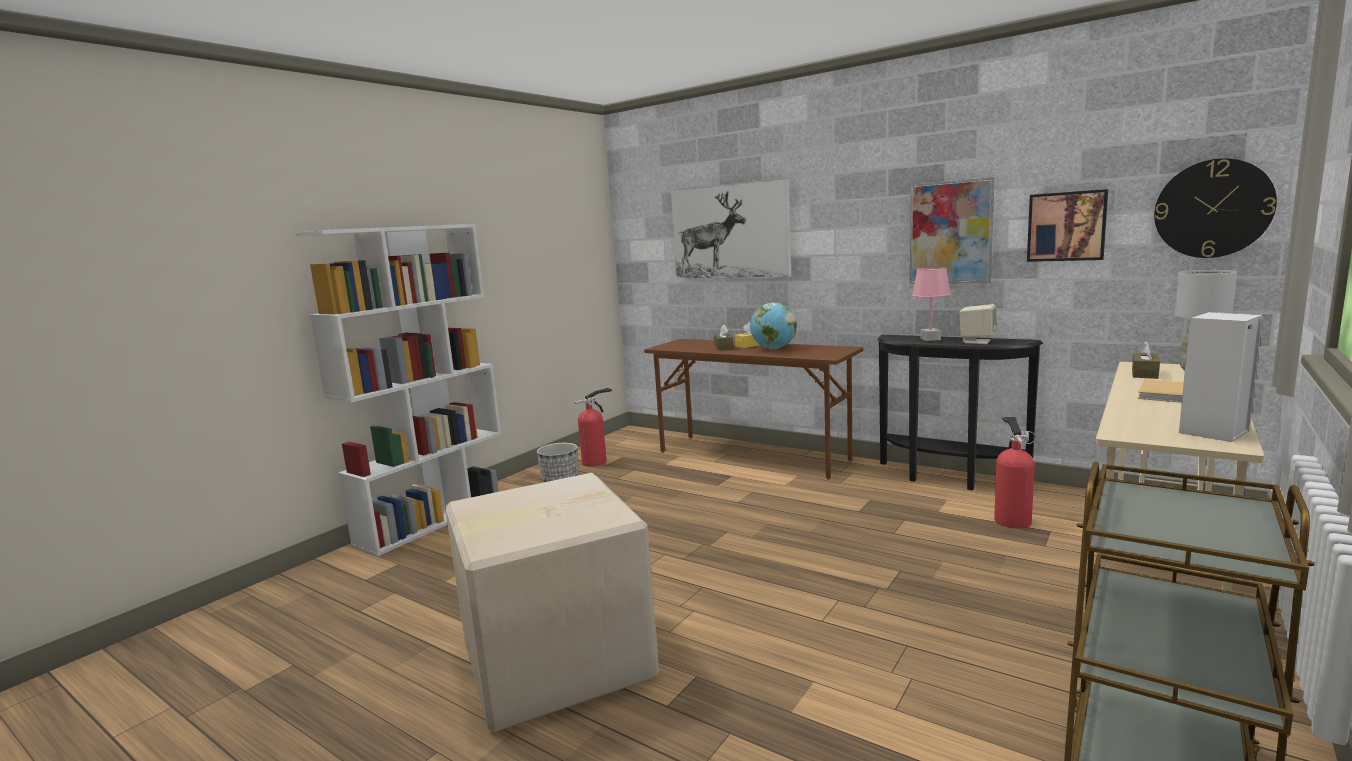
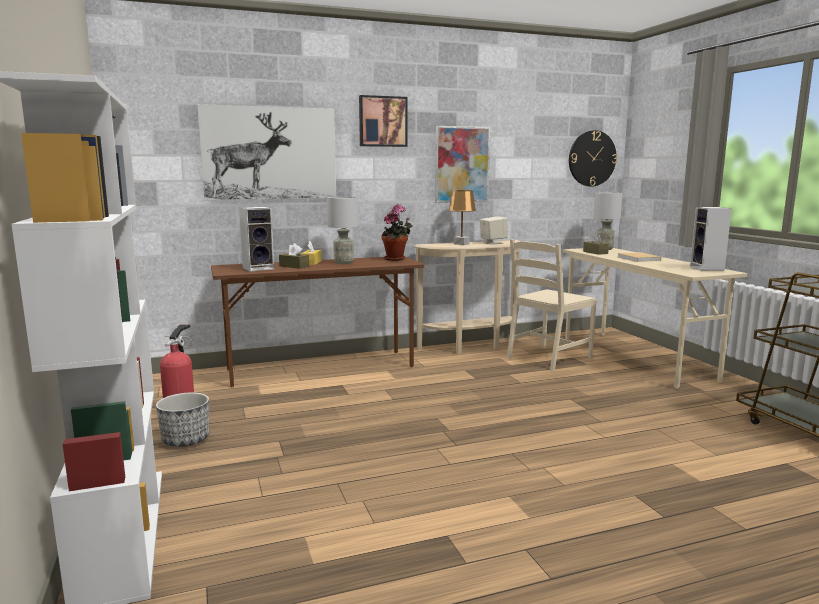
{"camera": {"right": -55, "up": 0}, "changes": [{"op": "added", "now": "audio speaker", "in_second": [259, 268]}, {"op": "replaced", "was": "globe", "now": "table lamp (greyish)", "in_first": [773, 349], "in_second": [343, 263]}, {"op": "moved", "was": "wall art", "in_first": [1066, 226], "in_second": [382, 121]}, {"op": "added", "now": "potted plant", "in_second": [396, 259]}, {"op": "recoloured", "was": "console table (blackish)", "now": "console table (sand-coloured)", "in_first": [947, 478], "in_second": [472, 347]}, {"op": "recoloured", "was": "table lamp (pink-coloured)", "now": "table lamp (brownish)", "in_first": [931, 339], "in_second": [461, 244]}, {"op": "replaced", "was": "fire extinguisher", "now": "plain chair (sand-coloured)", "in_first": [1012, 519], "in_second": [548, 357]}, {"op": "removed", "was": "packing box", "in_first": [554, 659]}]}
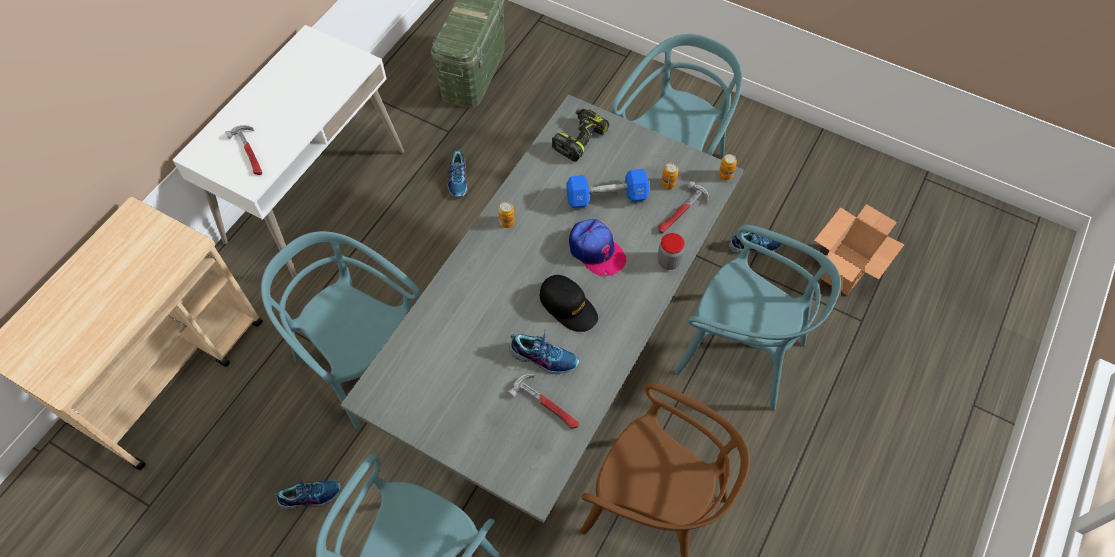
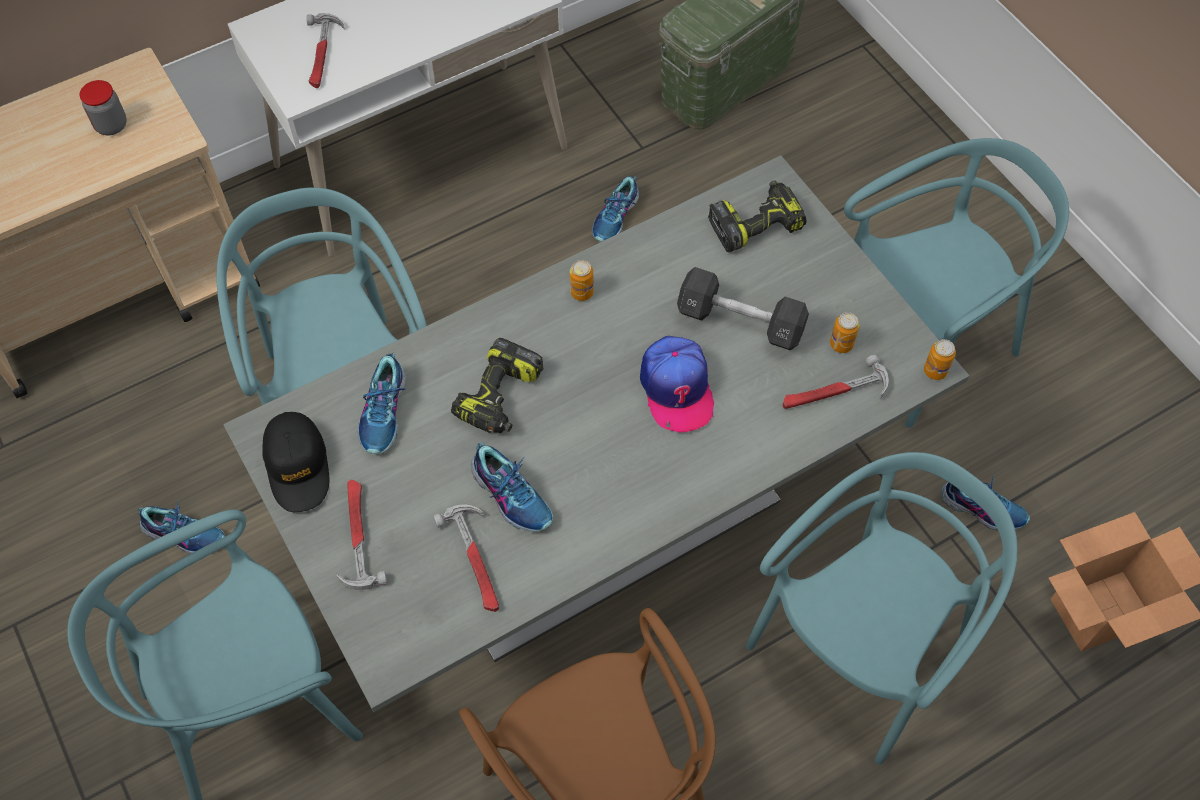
{"camera": {"right": 30, "up": 0}, "changes": [{"op": "moved", "was": "storage jar", "in_first": [668, 261], "in_second": [111, 125]}, {"op": "moved", "was": "baseball cap (blackish)", "in_first": [568, 306], "in_second": [298, 466]}, {"op": "added", "now": "hand hammer", "in_second": [357, 536]}, {"op": "added", "now": "item of footwear", "in_second": [385, 412]}, {"op": "added", "now": "drill", "in_second": [500, 398]}, {"op": "recoloured", "was": "dumbbell (blue)", "now": "dumbbell (blackish)", "in_first": [606, 197], "in_second": [740, 321]}, {"op": "turned", "was": "plain chair (blue-green)", "in_first": [740, 352], "in_second": [861, 649], "clockwise": -105}]}
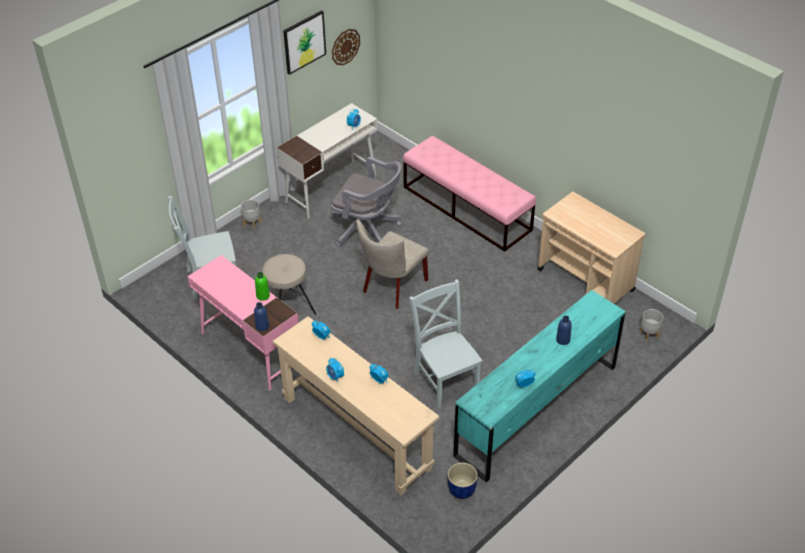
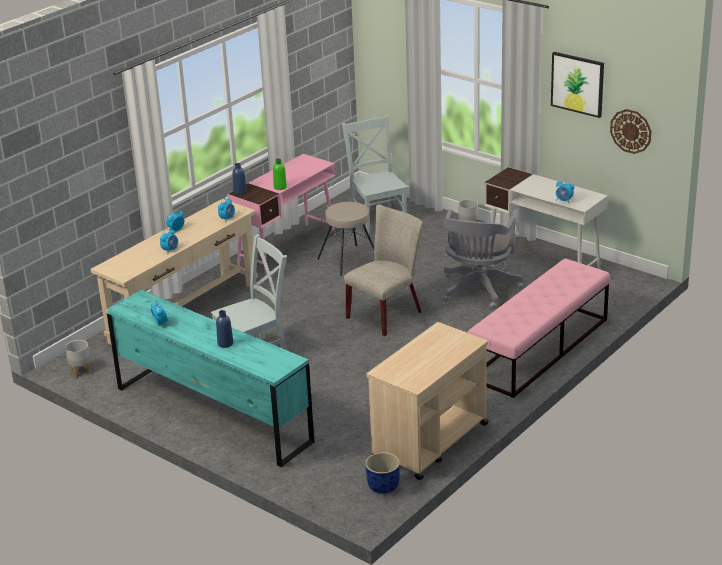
{"camera": {"right": 85, "up": -15}, "changes": [{"op": "moved", "was": "planter (greyish)", "in_first": [648, 334], "in_second": [81, 371]}, {"op": "turned", "was": "plain chair (sand-coloured)", "in_first": [392, 288], "in_second": [388, 313], "clockwise": 105}, {"op": "moved", "was": "planter (blue)", "in_first": [462, 489], "in_second": [383, 486]}]}
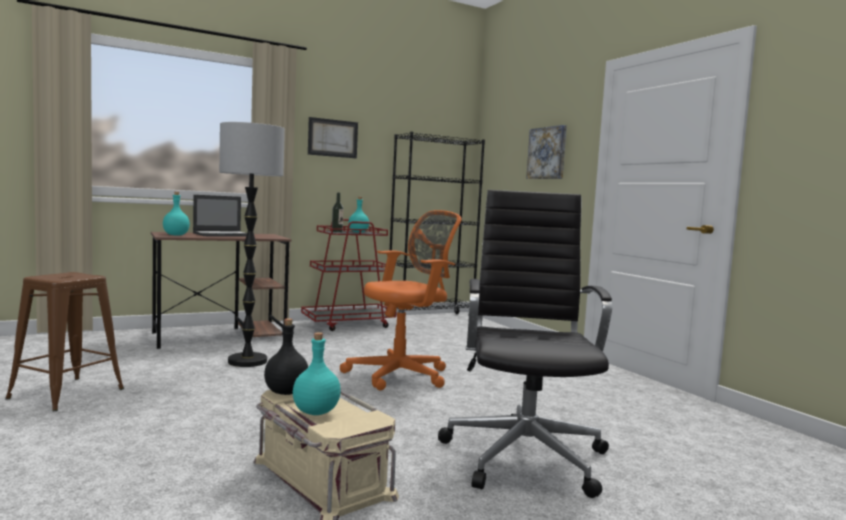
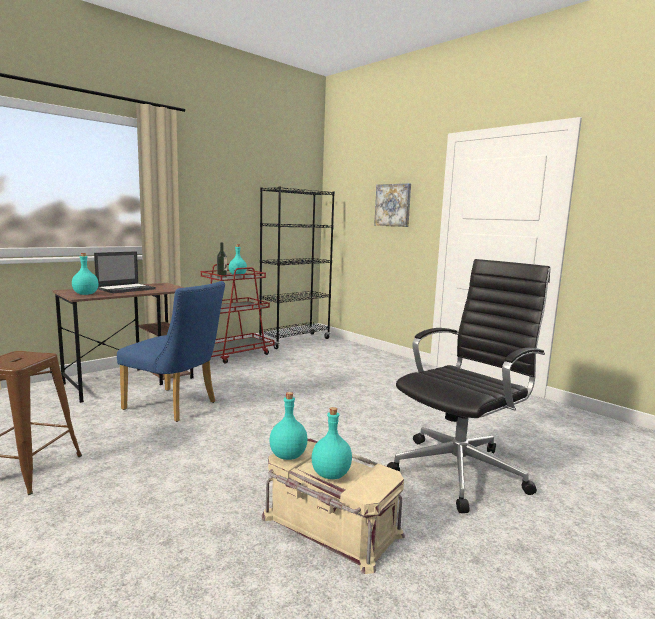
{"camera": {"right": -15, "up": 5}, "changes": [{"op": "replaced", "was": "standard lamp", "now": "plain chair (blue)", "in_first": [247, 361], "in_second": [176, 406]}, {"op": "recoloured", "was": "bottle (blackish)", "now": "bottle (blue-green)", "in_first": [286, 392], "in_second": [288, 455]}, {"op": "turned", "was": "office chair (blackish)", "in_first": [525, 455], "in_second": [461, 470], "clockwise": 60}, {"op": "removed", "was": "wall art", "in_first": [332, 138]}, {"op": "removed", "was": "office chair (orange-coloured)", "in_first": [402, 375]}]}
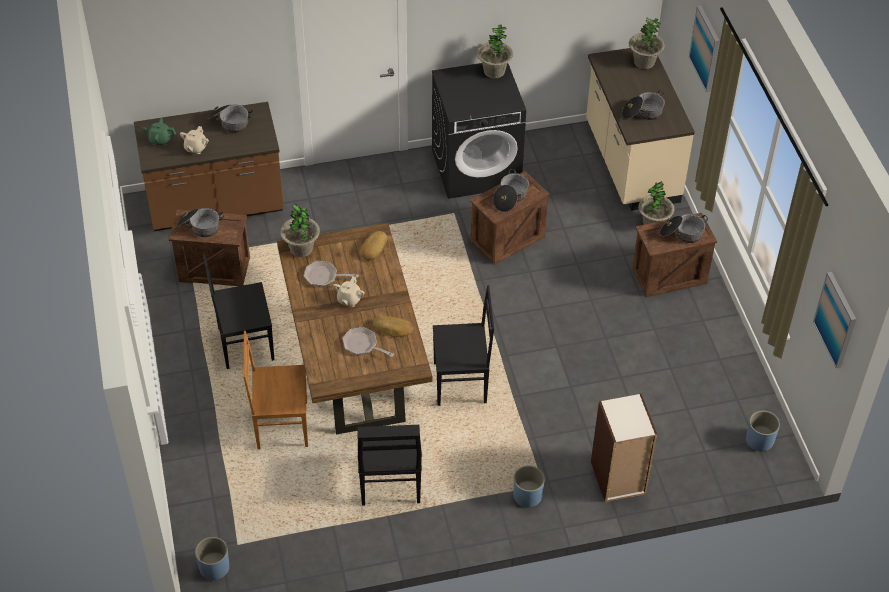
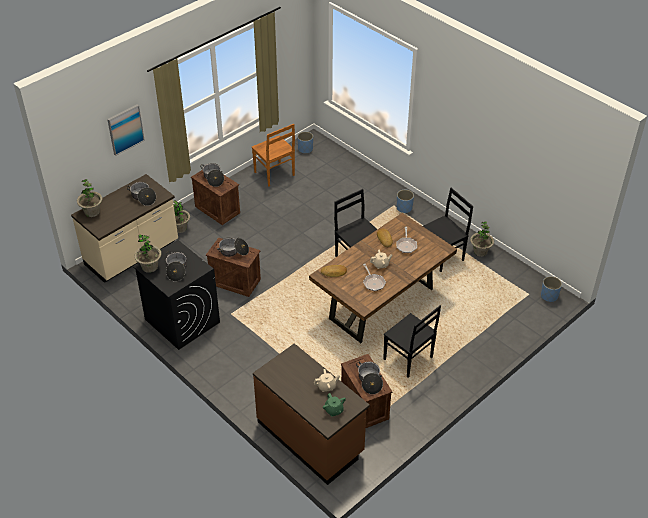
{"camera": {"right": -120, "up": -5}, "changes": [{"op": "moved", "was": "saucepot", "in_first": [229, 122], "in_second": [176, 270]}, {"op": "moved", "was": "plain chair (brownish)", "in_first": [280, 425], "in_second": [275, 174]}, {"op": "moved", "was": "potted plant", "in_first": [301, 248], "in_second": [480, 251]}, {"op": "removed", "was": "shelving unit", "in_first": [618, 478]}, {"op": "removed", "was": "wall art", "in_first": [836, 320]}]}
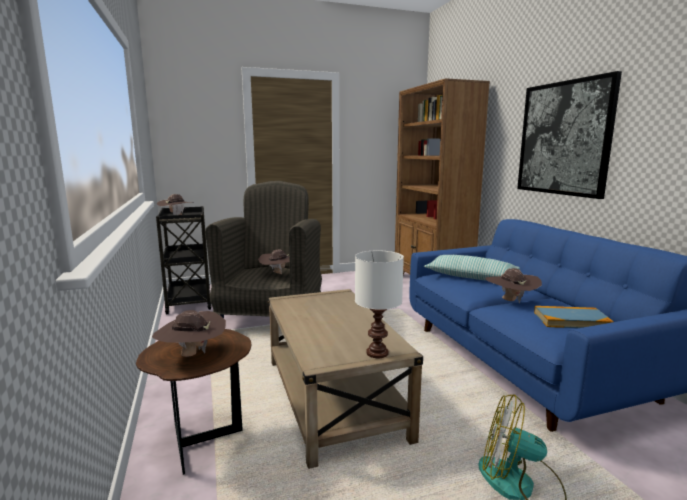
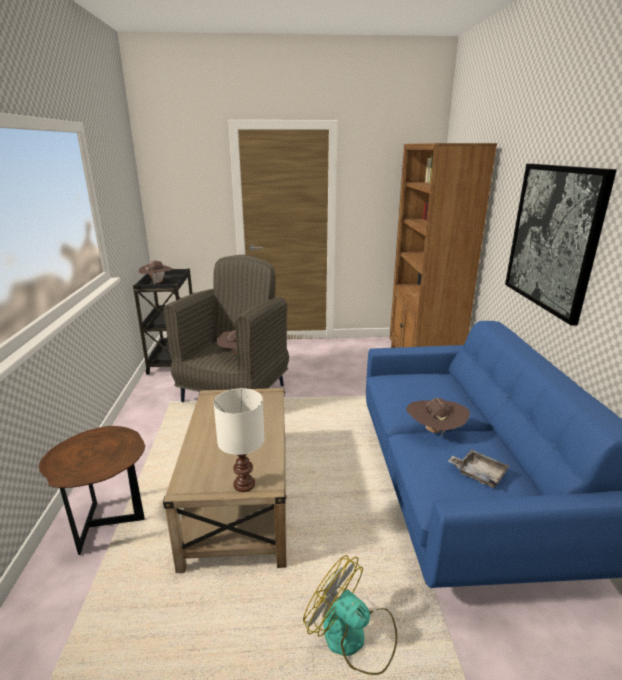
{"camera": {"right": 15, "up": 10}, "changes": [{"op": "replaced", "was": "volume", "now": "serving tray (greyish)", "in_first": [571, 320], "in_second": [478, 473]}, {"op": "removed", "was": "hat (brownish)", "in_first": [192, 355]}, {"op": "removed", "was": "cushion", "in_first": [471, 277]}]}
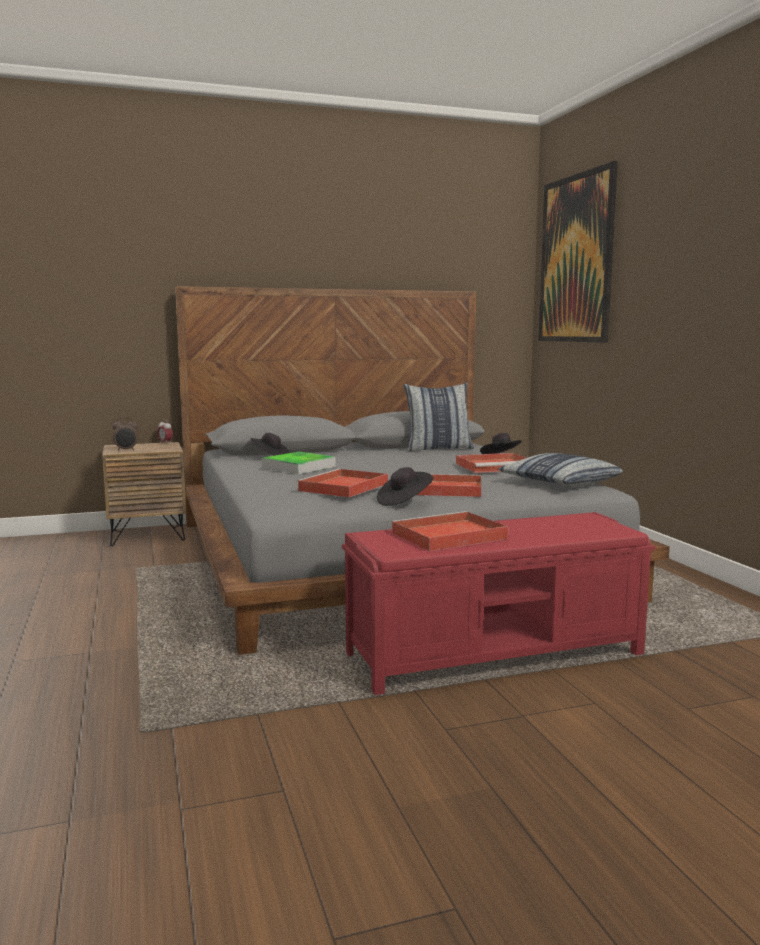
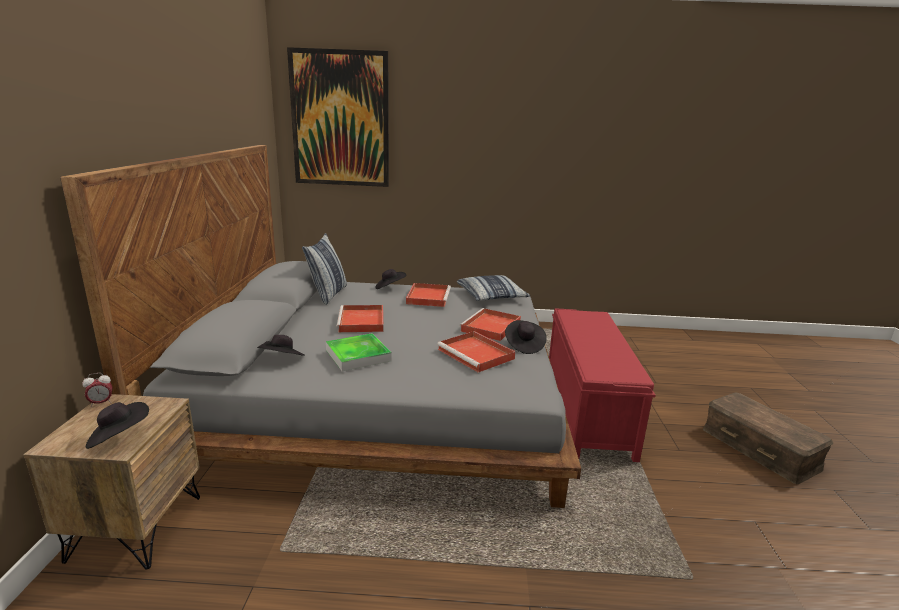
{"camera": {"right": -70, "up": 10}, "changes": [{"op": "replaced", "was": "bedside clock", "now": "hat (blackish)", "in_first": [126, 450], "in_second": [119, 437]}, {"op": "moved", "was": "serving tray (reddish)", "in_first": [447, 536], "in_second": [362, 321]}, {"op": "added", "now": "storage container (brownish)", "in_second": [760, 448]}]}
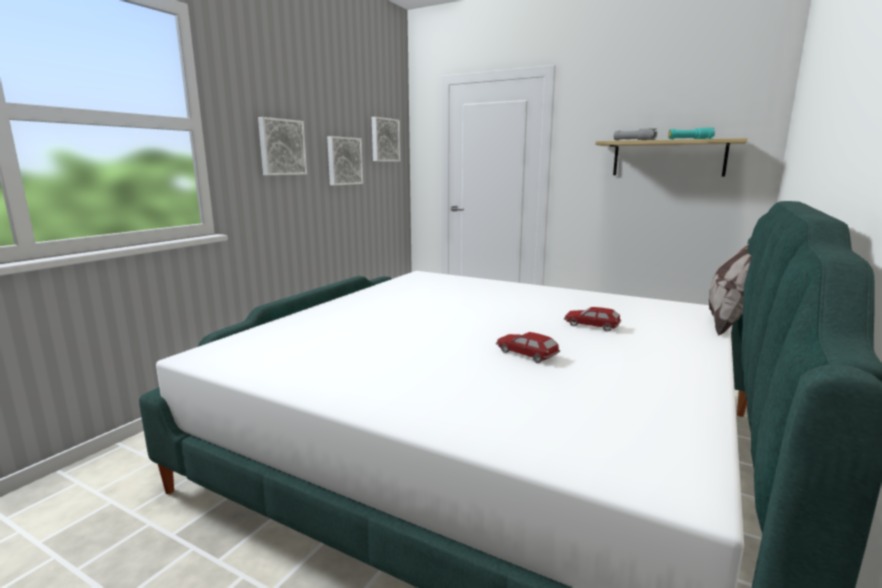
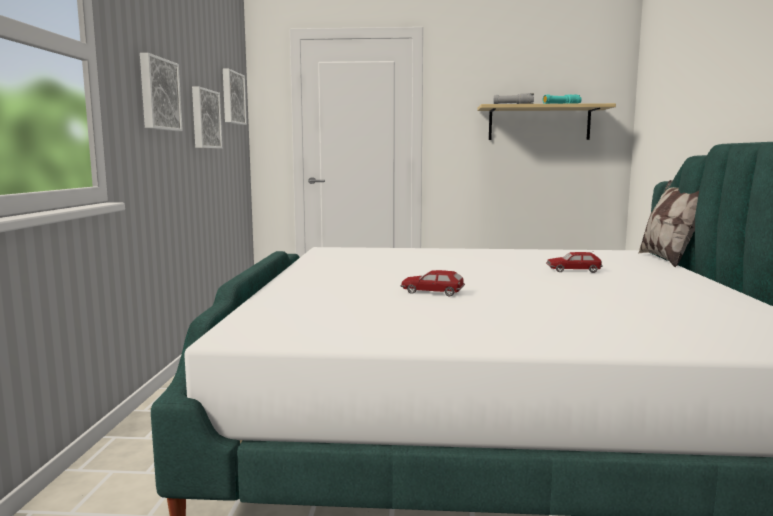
{"camera": {"right": -25, "up": -5}, "changes": [{"op": "moved", "was": "toy car", "in_first": [526, 354], "in_second": [432, 292]}]}
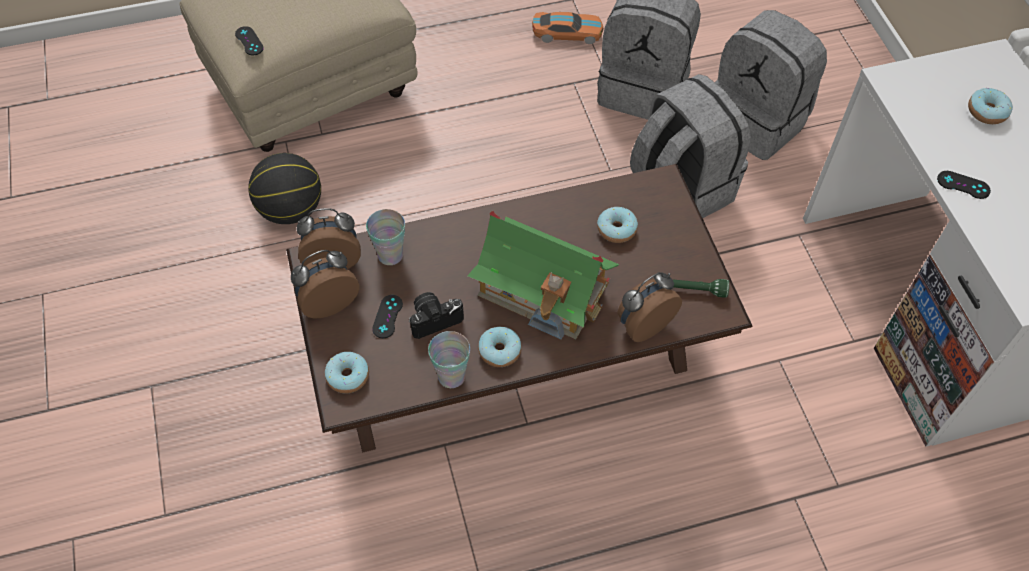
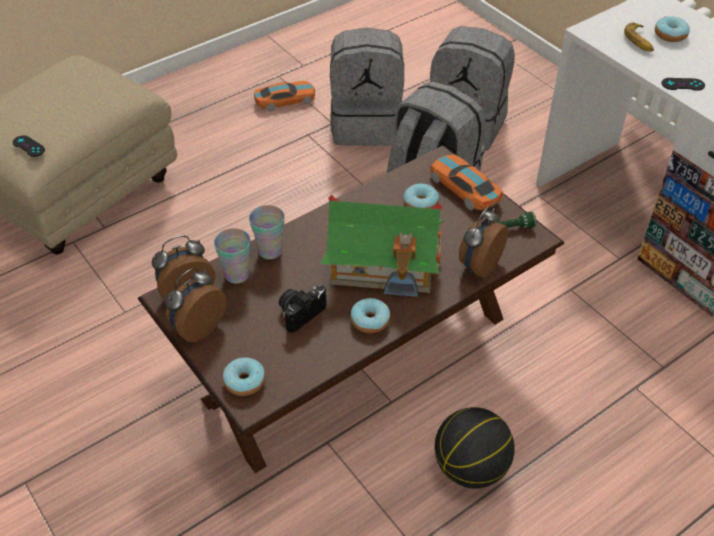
{"camera": {"right": -20, "up": -10}, "changes": [{"op": "moved", "was": "drinking cup", "in_first": [451, 376], "in_second": [270, 251]}, {"op": "added", "now": "toy car", "in_second": [464, 188]}, {"op": "moved", "was": "basketball", "in_first": [291, 210], "in_second": [471, 468]}, {"op": "added", "now": "banana fruit", "in_second": [639, 41]}, {"op": "removed", "was": "gamepad (blackish)", "in_first": [387, 316]}]}
